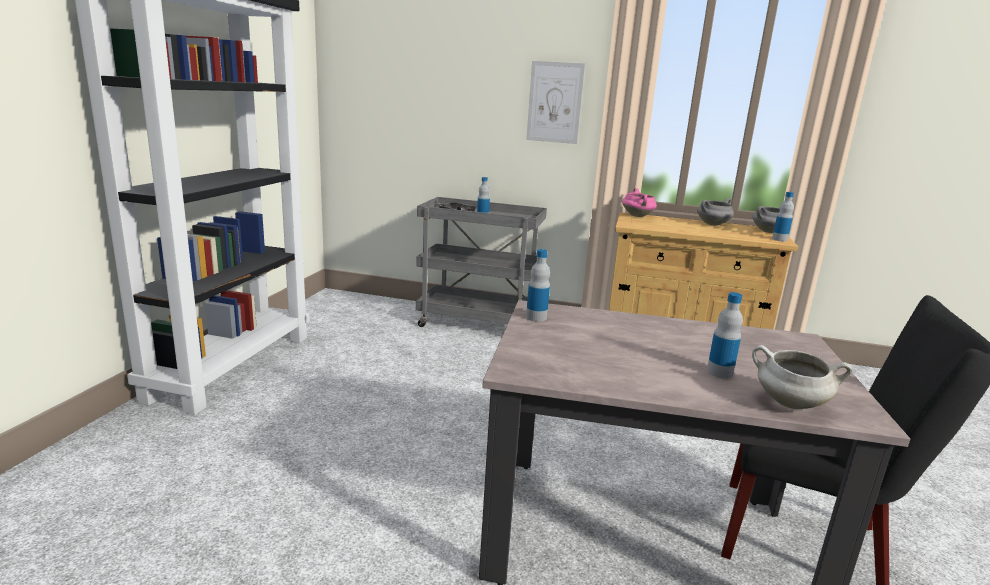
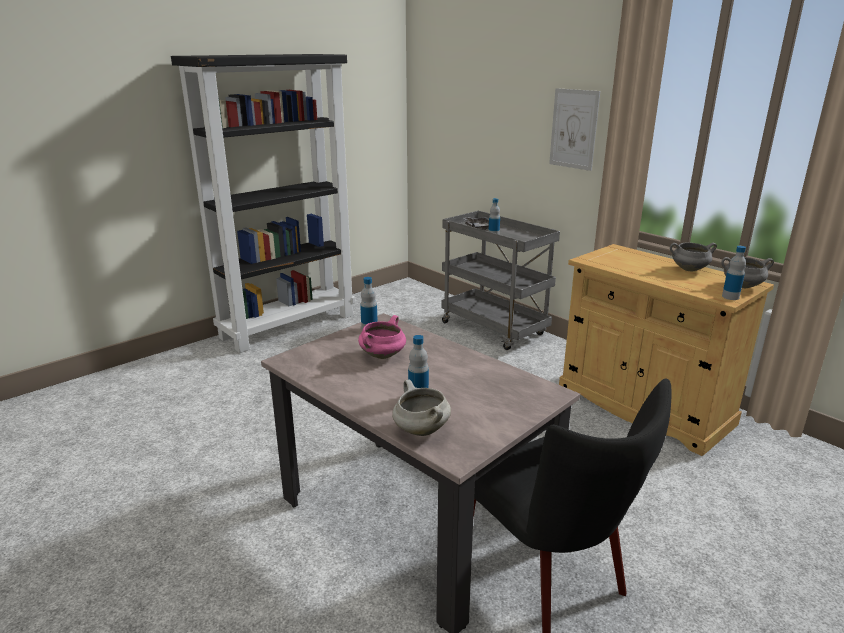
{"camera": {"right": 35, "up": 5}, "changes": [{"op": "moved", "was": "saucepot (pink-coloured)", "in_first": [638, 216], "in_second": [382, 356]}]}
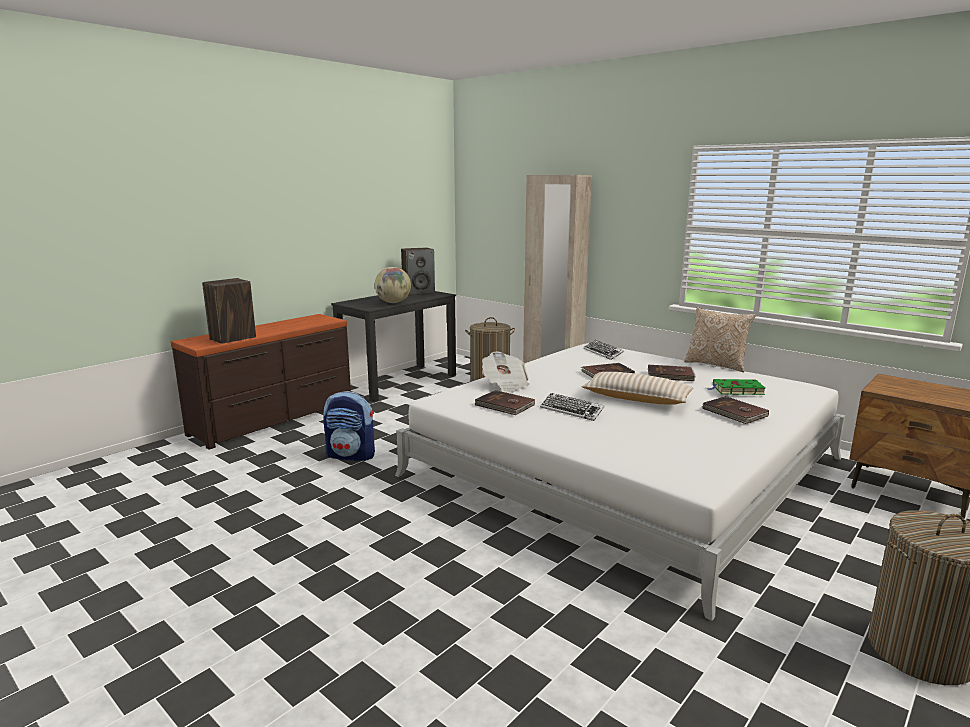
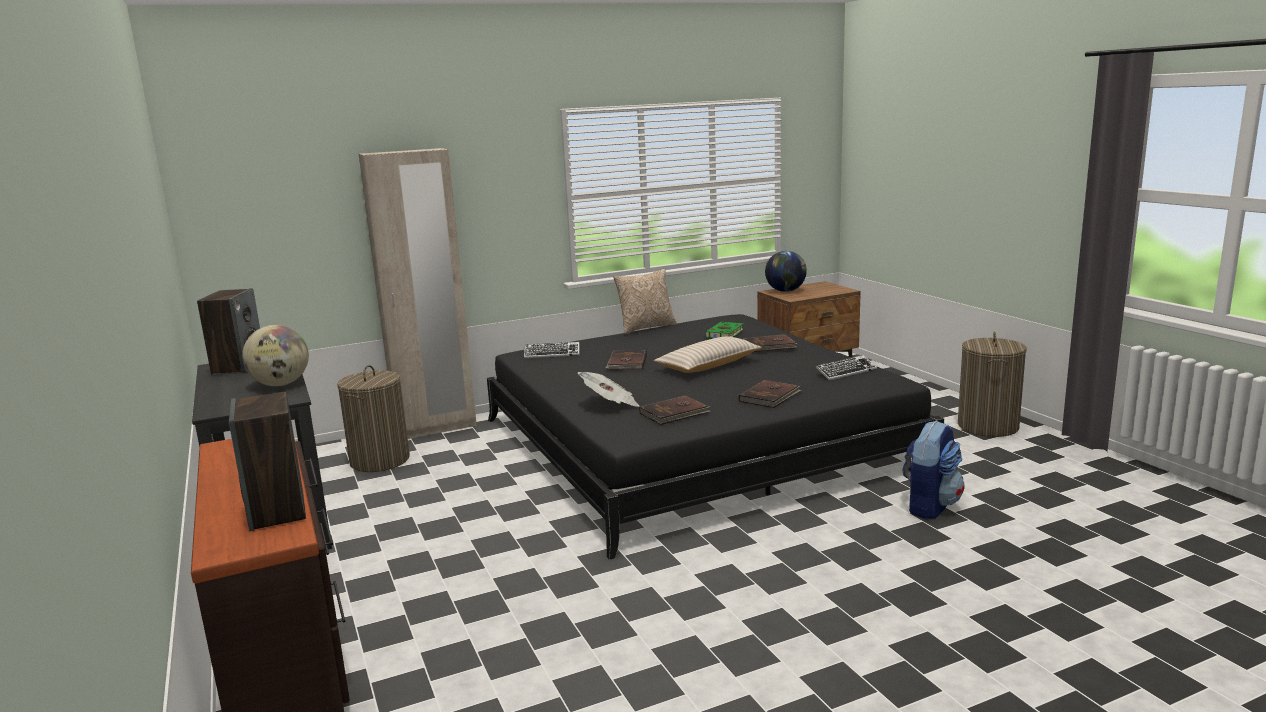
{"camera": {"right": -65, "up": 0}, "changes": [{"op": "recoloured", "was": "bed (white-coloured)", "now": "bed (blackish)", "in_first": [623, 467], "in_second": [693, 443]}, {"op": "moved", "was": "volume (brownish)", "in_first": [670, 375], "in_second": [770, 396]}, {"op": "added", "now": "globe", "in_second": [785, 291]}, {"op": "moved", "was": "PC keyboard", "in_first": [571, 410], "in_second": [845, 372]}, {"op": "moved", "was": "rucksack", "in_first": [352, 455], "in_second": [929, 506]}]}
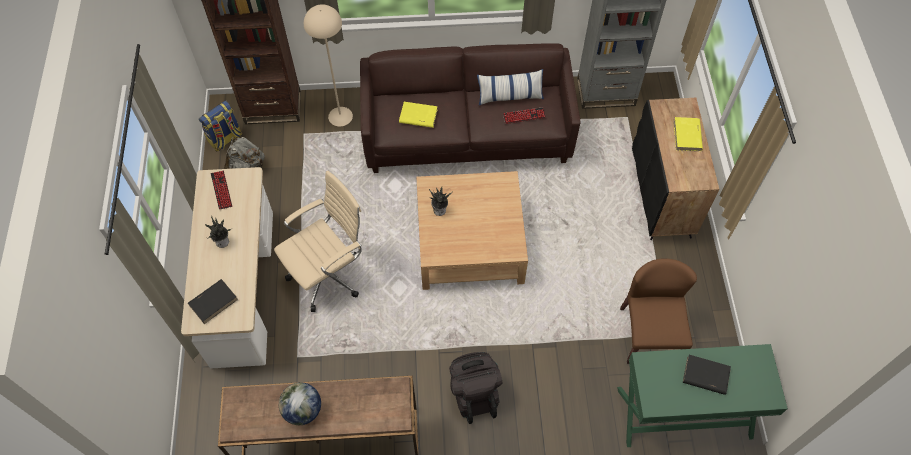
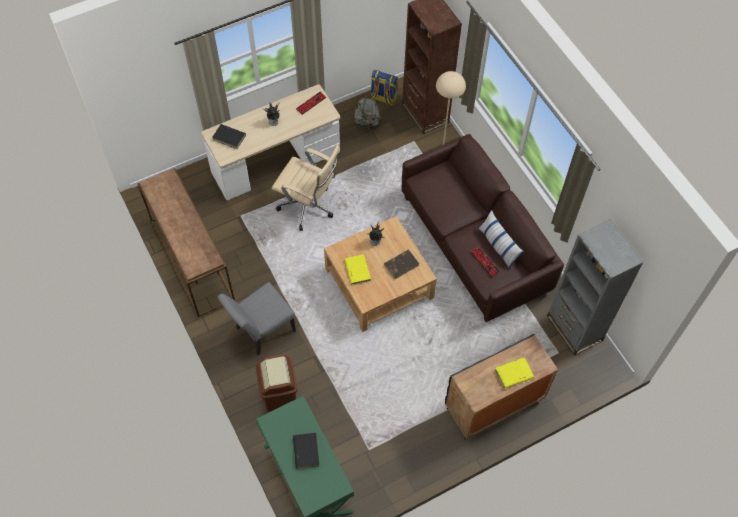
{"camera": {"right": 65, "up": 0}, "changes": [{"op": "replaced", "was": "rucksack (blackish)", "now": "plain chair (greyish)", "in_first": [474, 393], "in_second": [261, 331]}, {"op": "added", "now": "rubbish bin (brownish)", "in_second": [279, 393]}, {"op": "moved", "was": "volume (yellowish)", "in_first": [418, 116], "in_second": [357, 270]}, {"op": "added", "now": "volume (brownish)", "in_second": [401, 265]}, {"op": "removed", "was": "globe", "in_first": [303, 410]}, {"op": "removed", "was": "plain chair (brownish)", "in_first": [648, 334]}]}
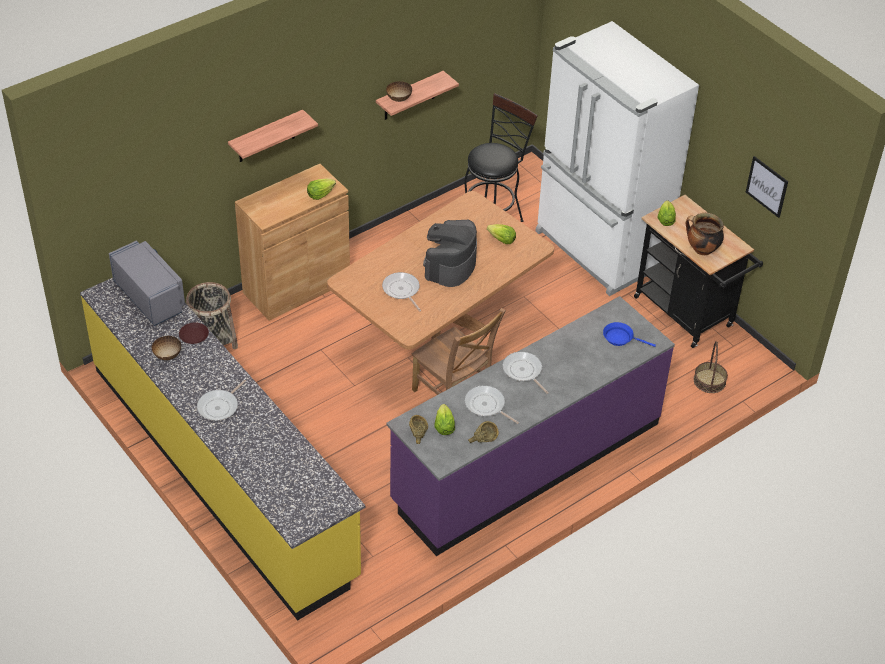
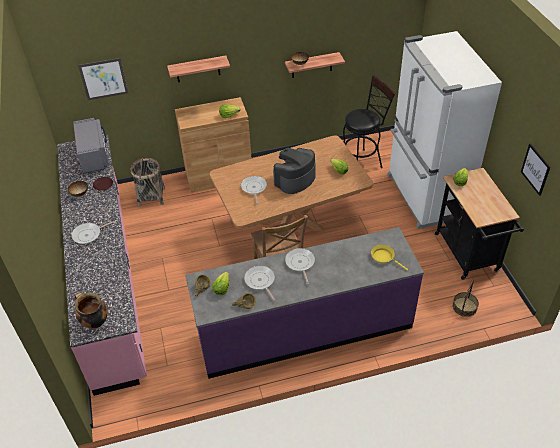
{"camera": {"right": 25, "up": 0}, "changes": [{"op": "recoloured", "was": "counter (yellowish)", "now": "counter (pink-coloured)", "in_first": [223, 470], "in_second": [109, 278]}, {"op": "moved", "was": "saucepot", "in_first": [701, 249], "in_second": [94, 322]}, {"op": "added", "now": "wall art", "in_second": [103, 79]}, {"op": "recoloured", "was": "skillet (blue)", "now": "skillet (yellowish)", "in_first": [620, 338], "in_second": [384, 257]}]}
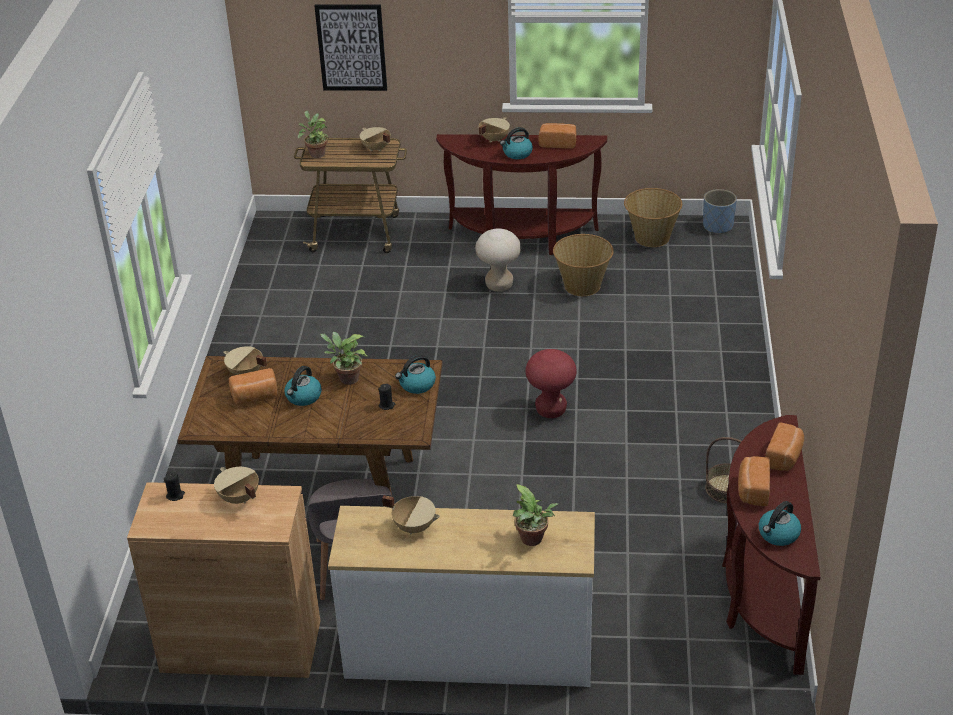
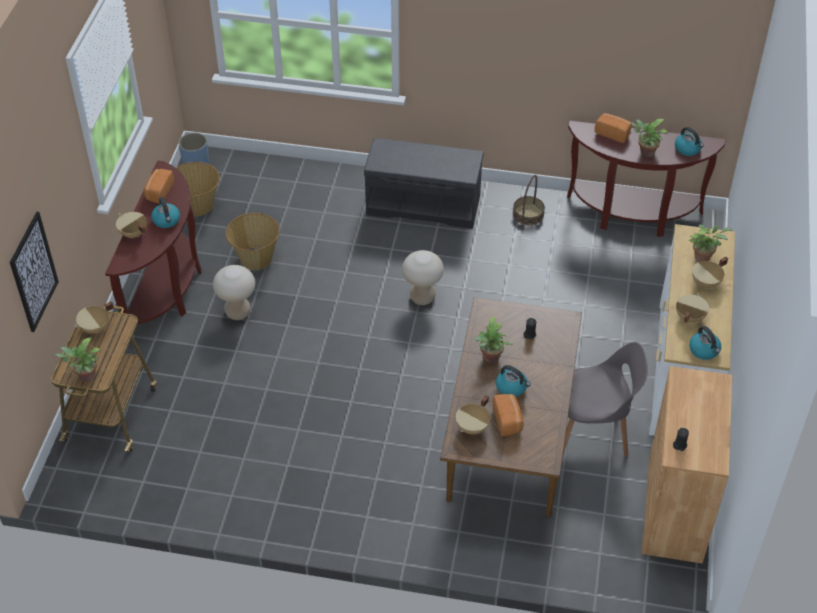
{"camera": {"right": -85, "up": 10}, "changes": [{"op": "added", "now": "bench (greyish)", "in_second": [424, 204]}, {"op": "recoloured", "was": "stool seat (reddish)", "now": "stool seat (sand-coloured)", "in_first": [551, 410], "in_second": [422, 297]}, {"op": "replaced", "was": "bakery bread", "now": "potted plant", "in_first": [752, 490], "in_second": [645, 153]}, {"op": "moved", "was": "kettle", "in_first": [417, 385], "in_second": [704, 350]}, {"op": "moved", "was": "saucepot (sand-coloured)", "in_first": [238, 498], "in_second": [706, 283]}]}
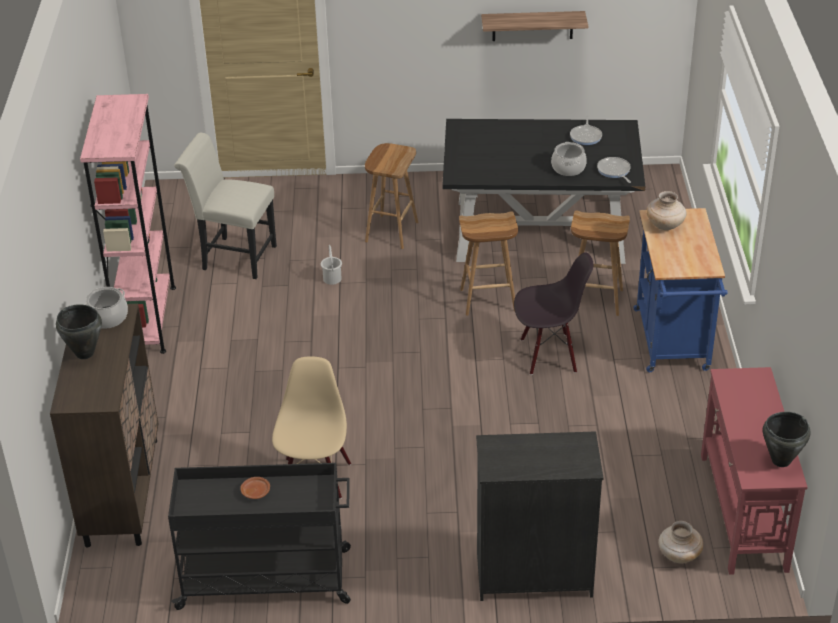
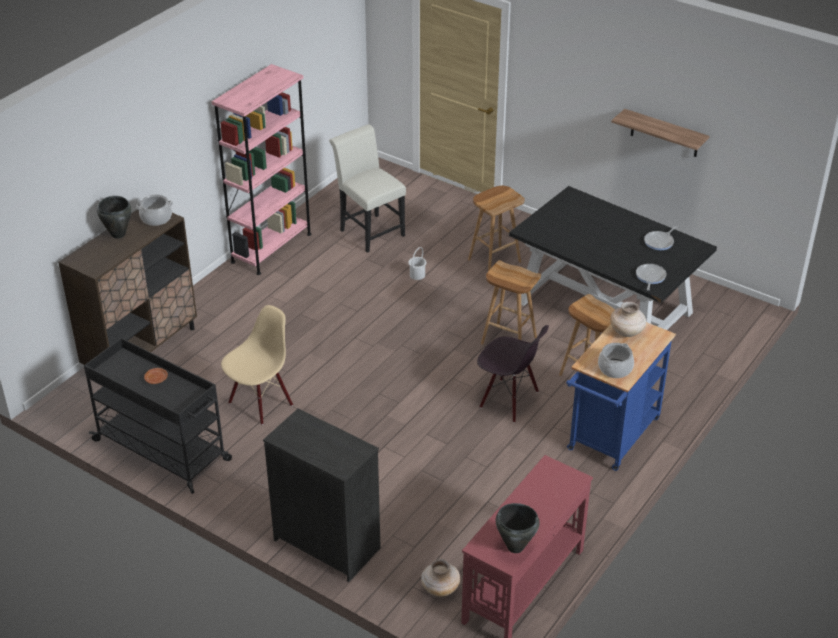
{"camera": {"right": 35, "up": 0}, "changes": [{"op": "moved", "was": "saucepot", "in_first": [568, 168], "in_second": [615, 369]}]}
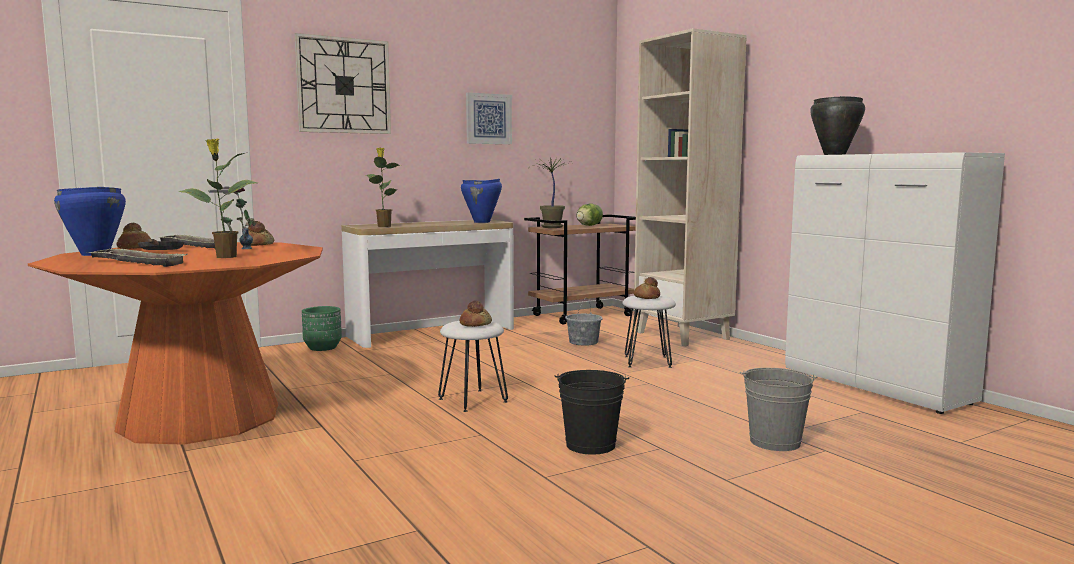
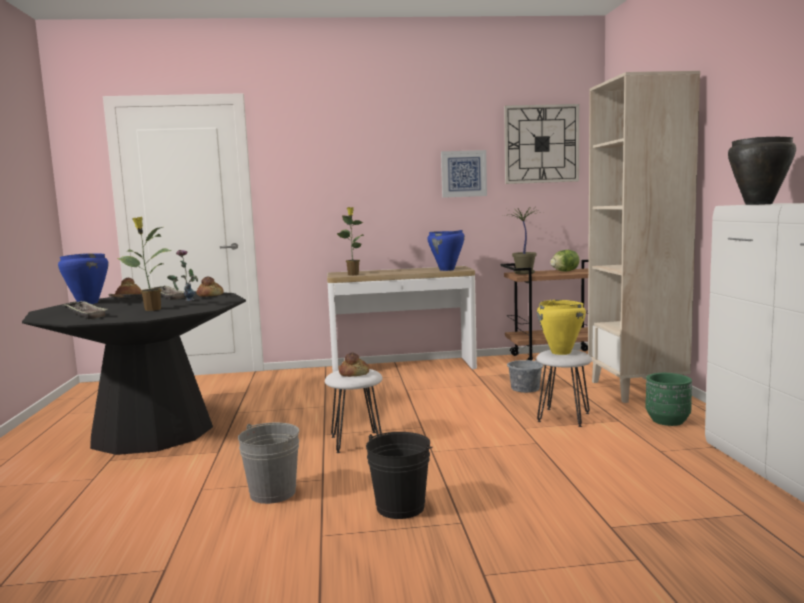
{"camera": {"right": 25, "up": 0}, "changes": [{"op": "recoloured", "was": "dining table (orange-coloured)", "now": "dining table (blackish)", "in_first": [200, 417], "in_second": [152, 431]}, {"op": "moved", "was": "pail (greyish)", "in_first": [775, 442], "in_second": [273, 493]}, {"op": "moved", "was": "wall clock", "in_first": [344, 85], "in_second": [541, 144]}, {"op": "replaced", "was": "bakery bread", "now": "saucepot (yellowish)", "in_first": [646, 297], "in_second": [560, 352]}, {"op": "moved", "was": "planter (green-coloured)", "in_first": [322, 347], "in_second": [667, 420]}]}
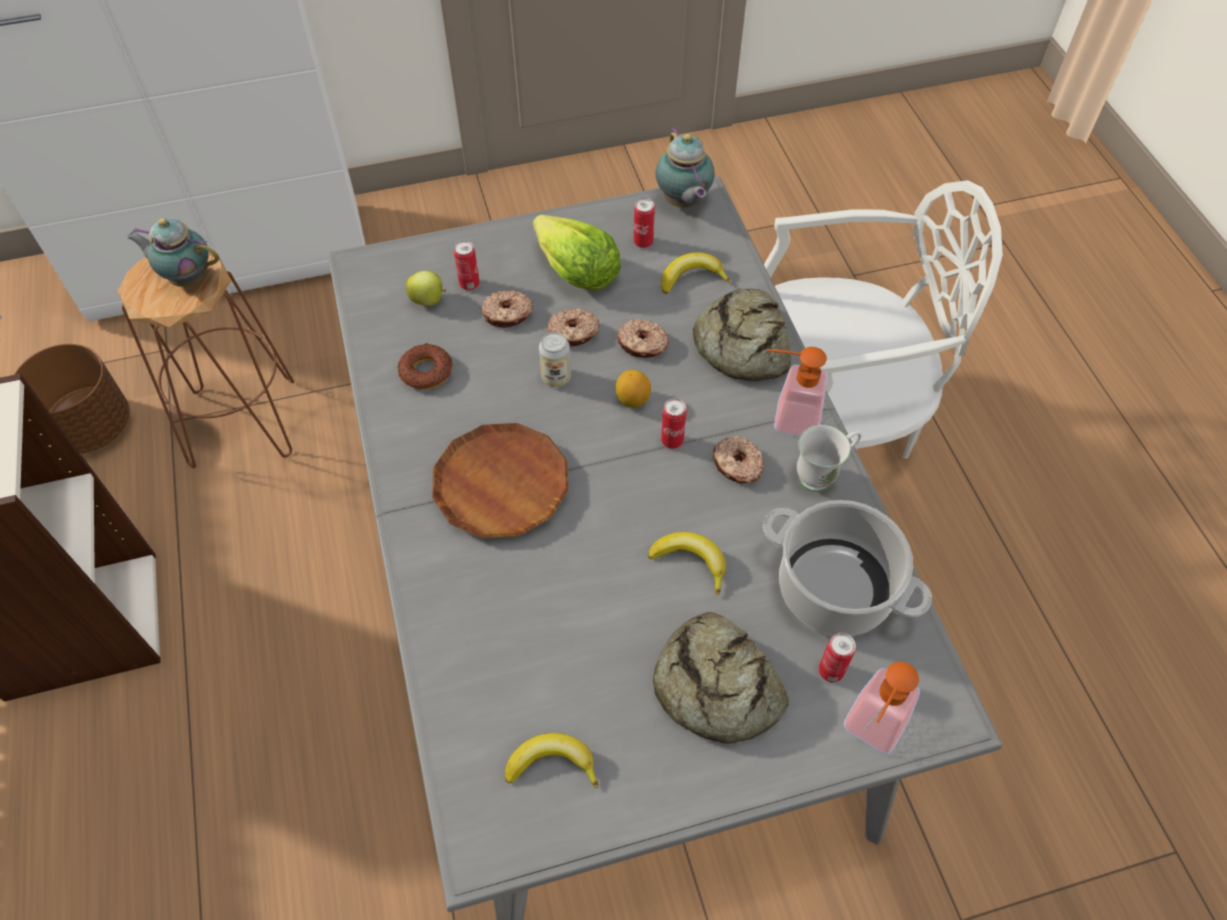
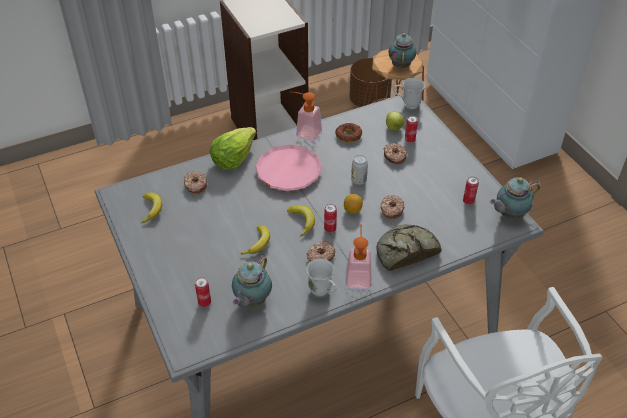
{"camera": {"right": 80, "up": -10}, "changes": [{"op": "moved", "was": "ring doughnut", "in_first": [573, 333], "in_second": [195, 185]}, {"op": "moved", "was": "lettuce head", "in_first": [575, 271], "in_second": [233, 158]}, {"op": "replaced", "was": "saucepot", "now": "tea pot", "in_first": [832, 588], "in_second": [251, 301]}, {"op": "recoloured", "was": "flat dish (brownish)", "now": "flat dish (pink-coloured)", "in_first": [501, 485], "in_second": [288, 171]}, {"op": "moved", "was": "banana fruit", "in_first": [692, 278], "in_second": [302, 221]}, {"op": "moved", "was": "soap dispenser", "in_first": [870, 732], "in_second": [304, 132]}, {"op": "added", "now": "mug (white-coloured)", "in_second": [407, 105]}, {"op": "removed", "was": "bakery bread", "in_first": [716, 687]}]}
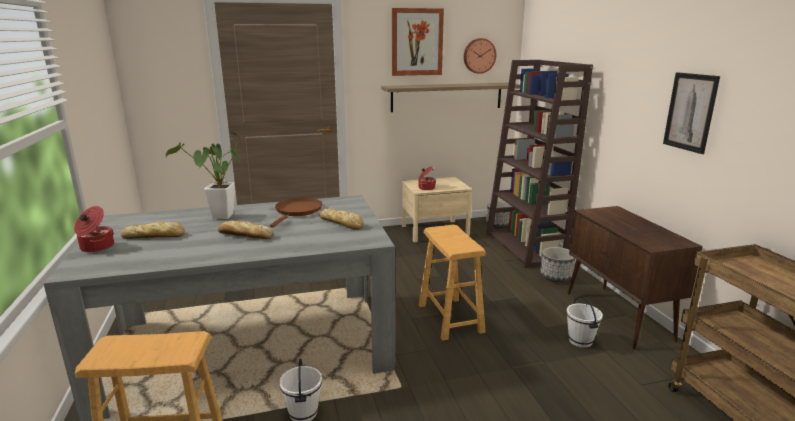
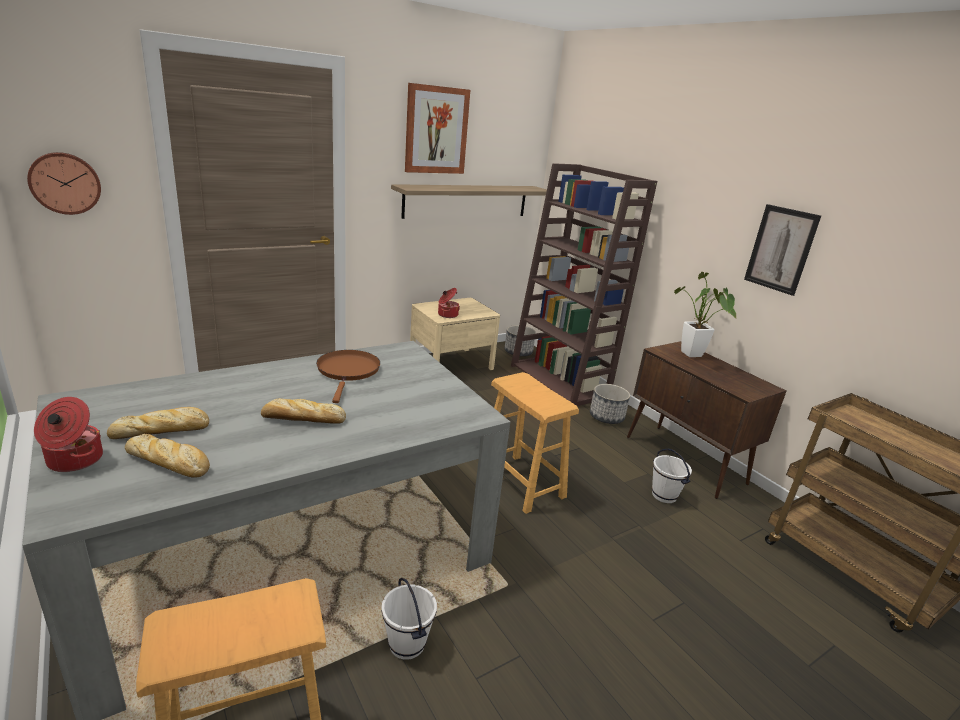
{"camera": {"right": -20, "up": 5}, "changes": [{"op": "moved", "was": "wall clock", "in_first": [479, 56], "in_second": [65, 183]}, {"op": "moved", "was": "bakery bread", "in_first": [342, 223], "in_second": [169, 462]}, {"op": "moved", "was": "potted plant", "in_first": [221, 218], "in_second": [693, 356]}]}
